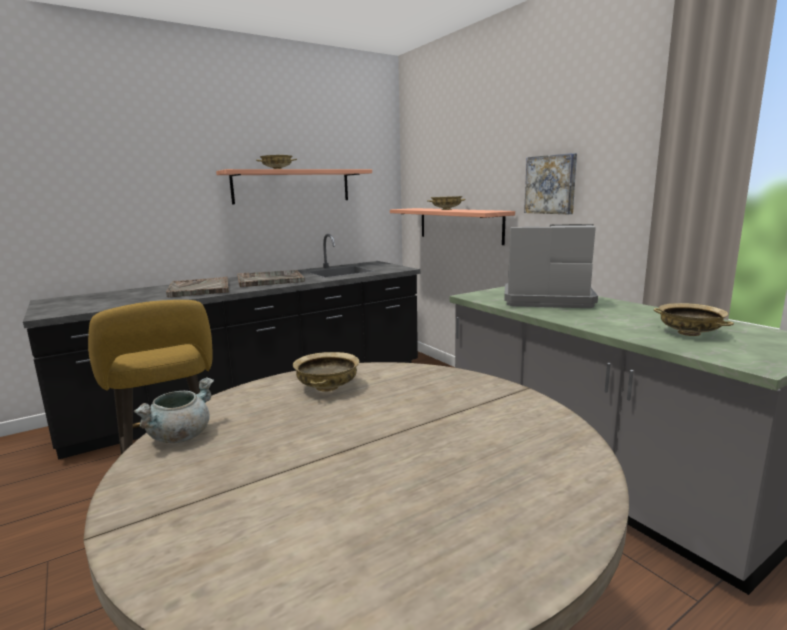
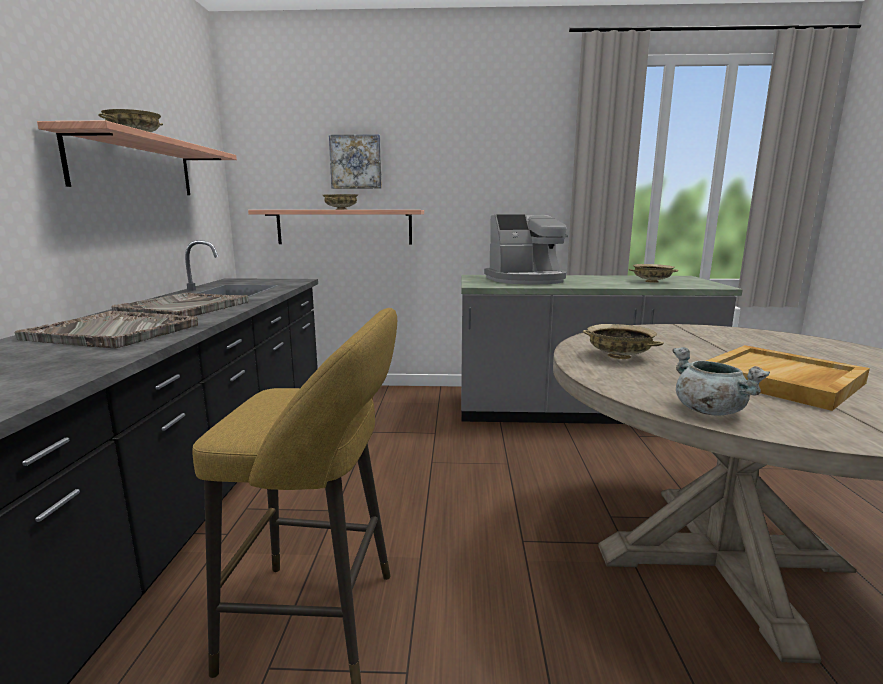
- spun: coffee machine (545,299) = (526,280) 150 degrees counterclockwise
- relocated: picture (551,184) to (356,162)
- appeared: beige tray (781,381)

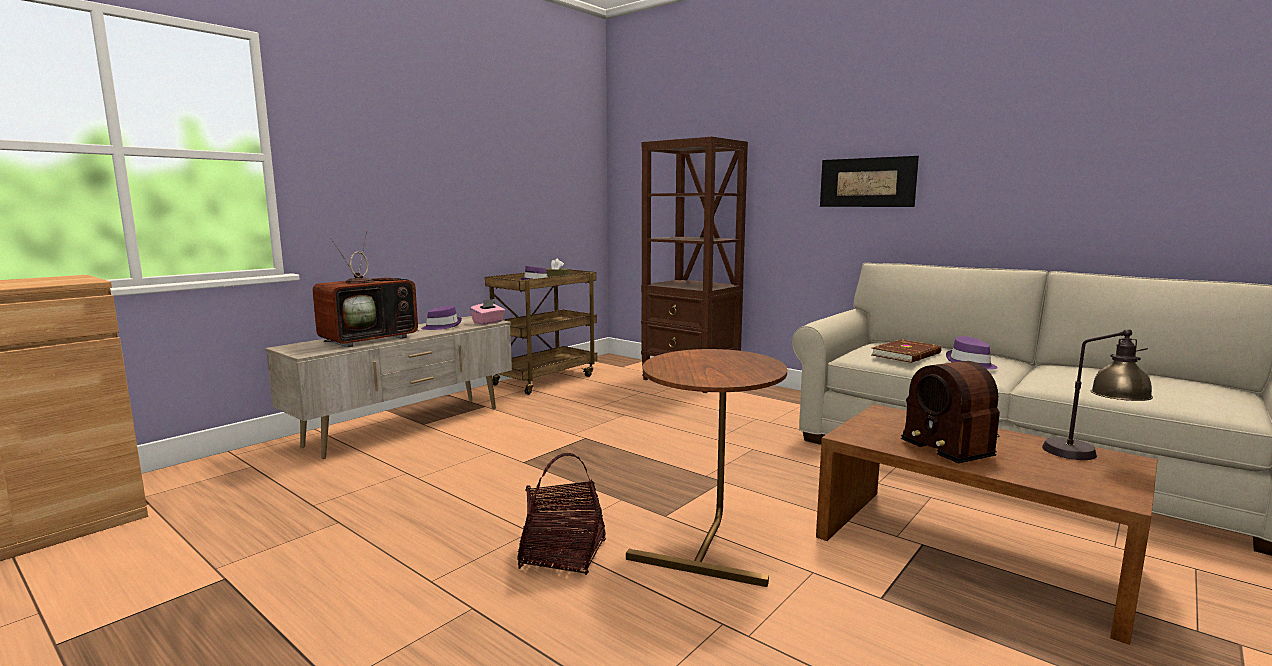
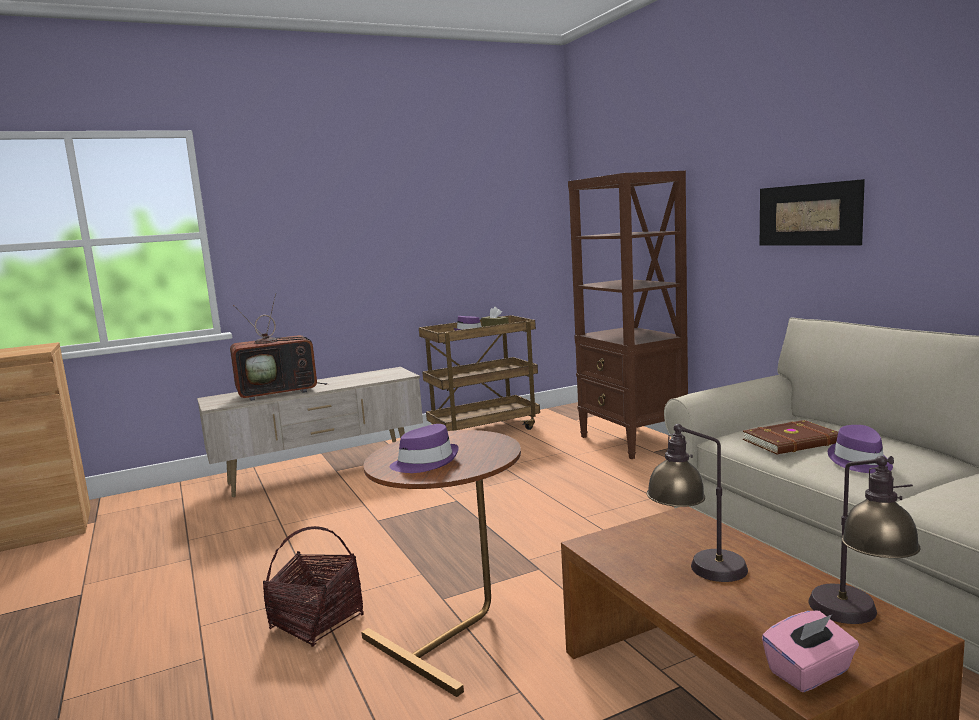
- relocated: purple hat (442,326) to (425,462)
- relocated: pink tissue box (488,322) to (809,672)
- exchanged: radio (949,442) to table lamp (697,570)

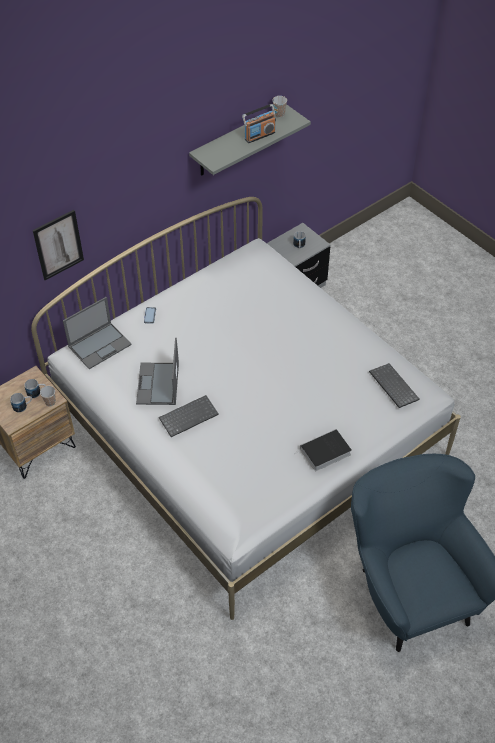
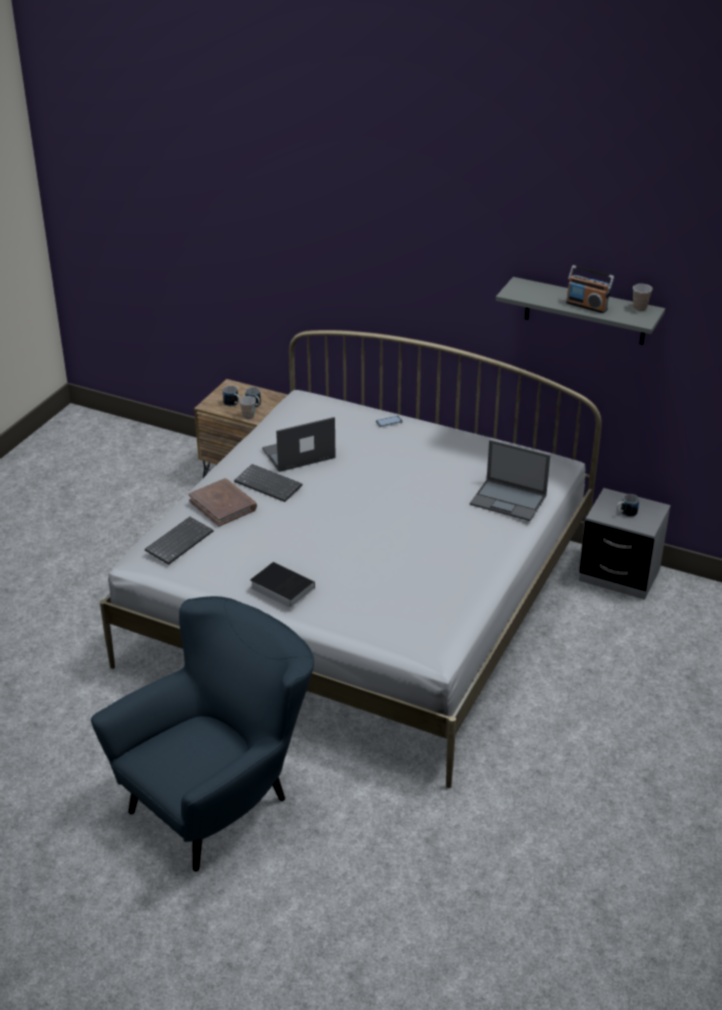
- missing: picture (58,245)
- relocated: laptop (100,345) to (509,500)
- relocated: keyboard (392,386) to (179,541)
- appeared: brown book (223,505)

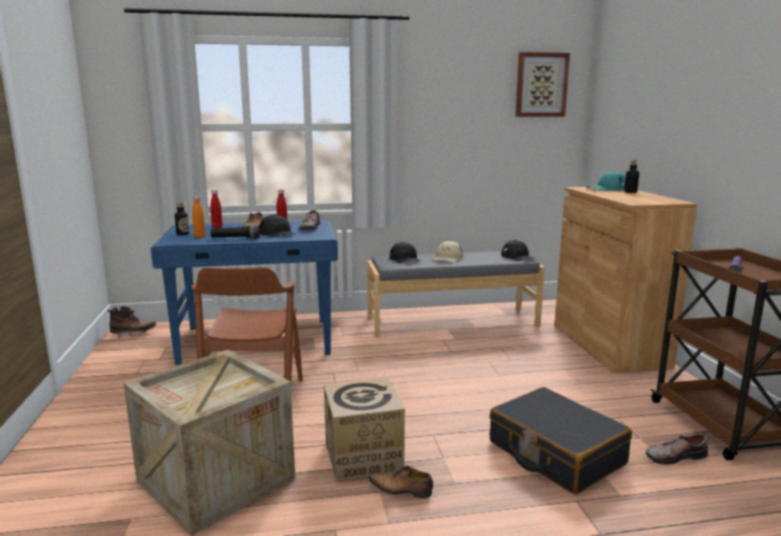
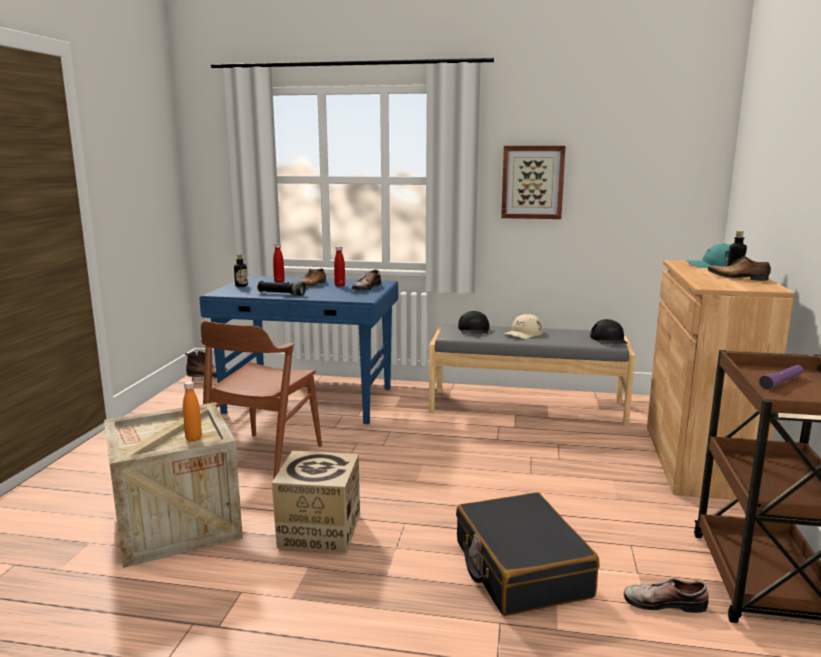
- relocated: orange bottle (199,237) to (193,438)
- missing: black cap (277,233)
- relocated: shoe (401,490) to (738,278)
- relocated: picture (541,85) to (532,182)

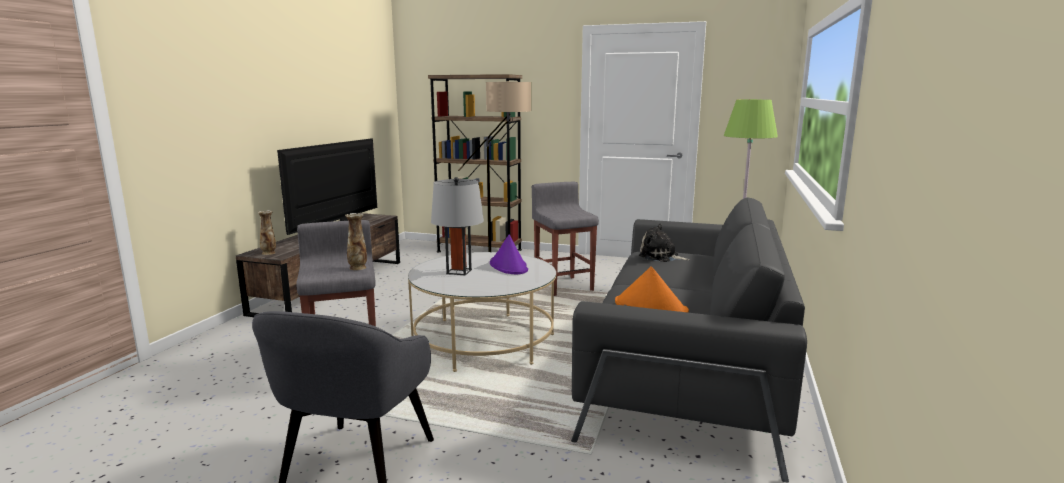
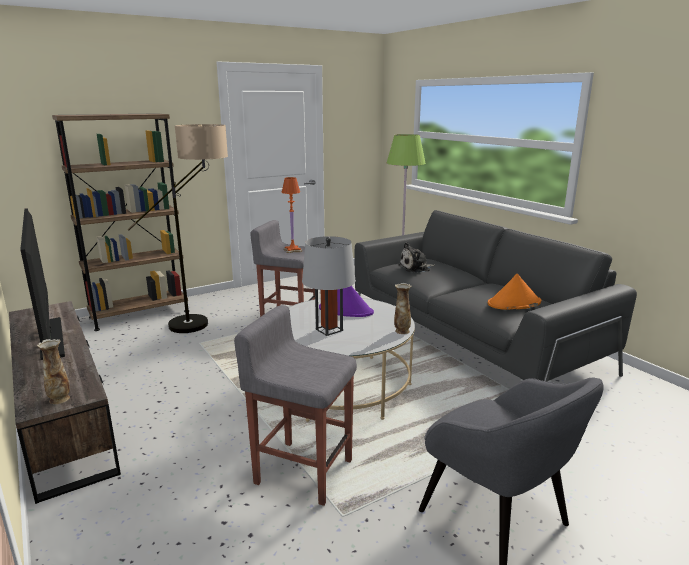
- relocated: vase (358,268) to (402,331)
- appeared: orange table lamp (292,250)

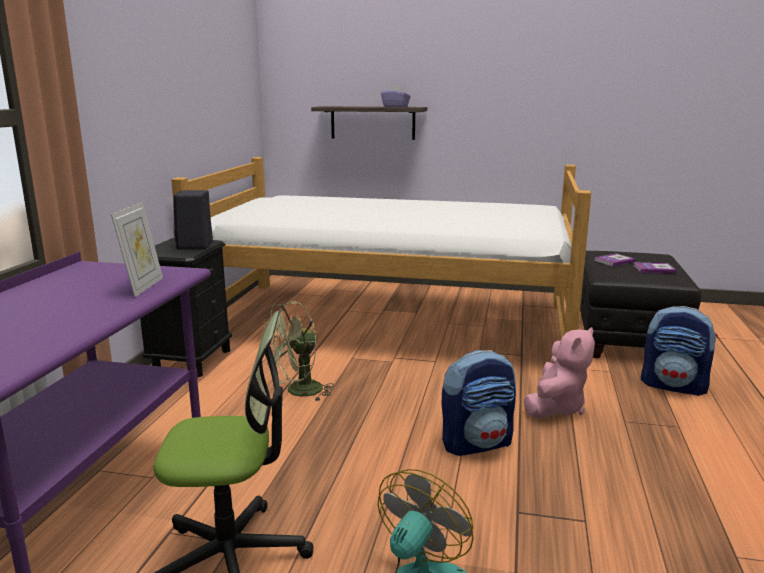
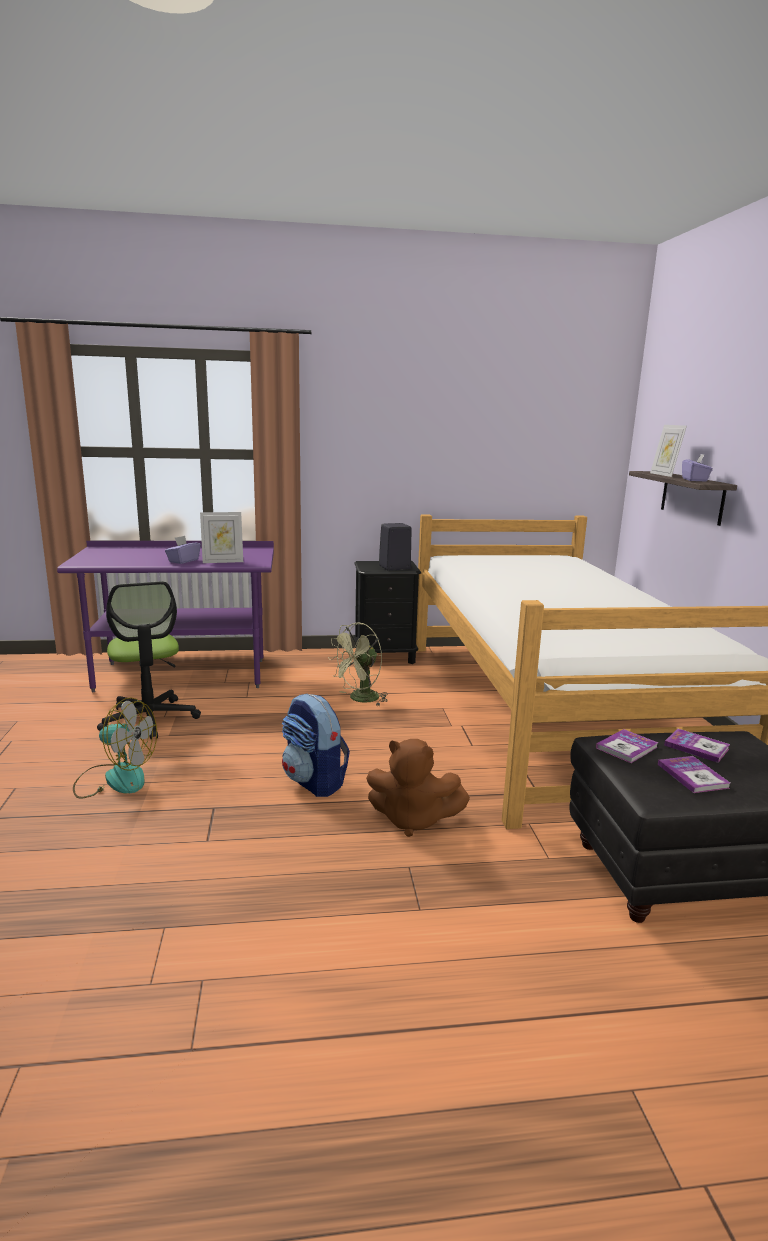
- spun: green fan (298,392) = (360,699) 75 degrees counterclockwise
- colour: pink plush toy (556,408) to brown plush toy (412,820)
- missing: backpack (674,386)
- appeared: purple tissue box (183,561)
- appeared: book (626,747)
- appeared: picture frame (664,475)

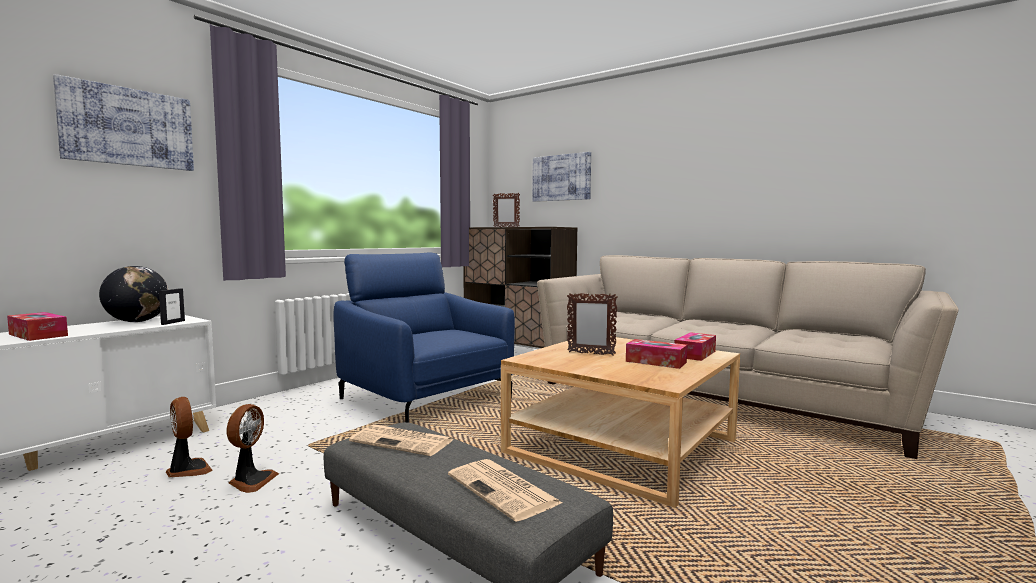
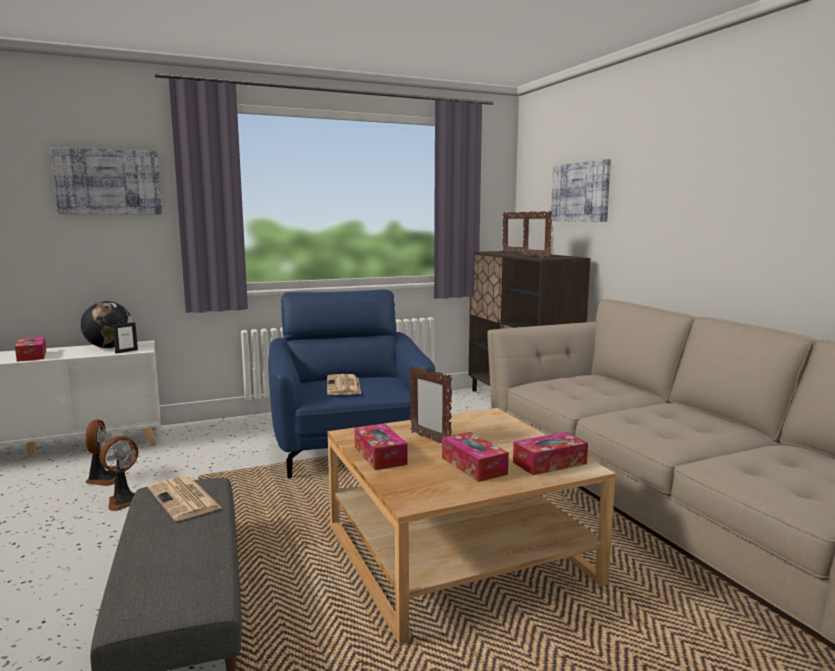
- relocated: newspaper (504,490) to (344,386)
- appeared: tissue box (380,455)
- appeared: picture frame (536,256)

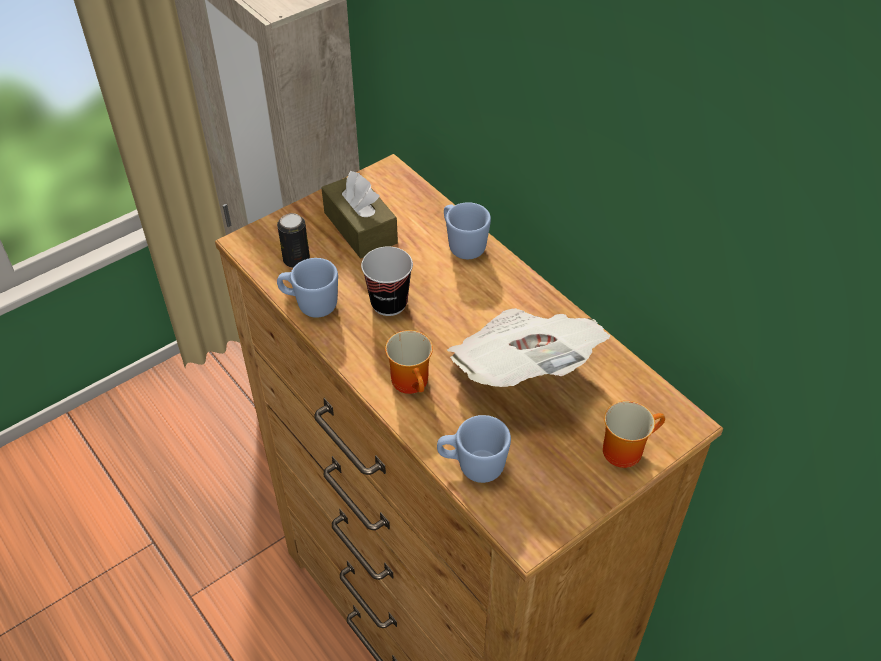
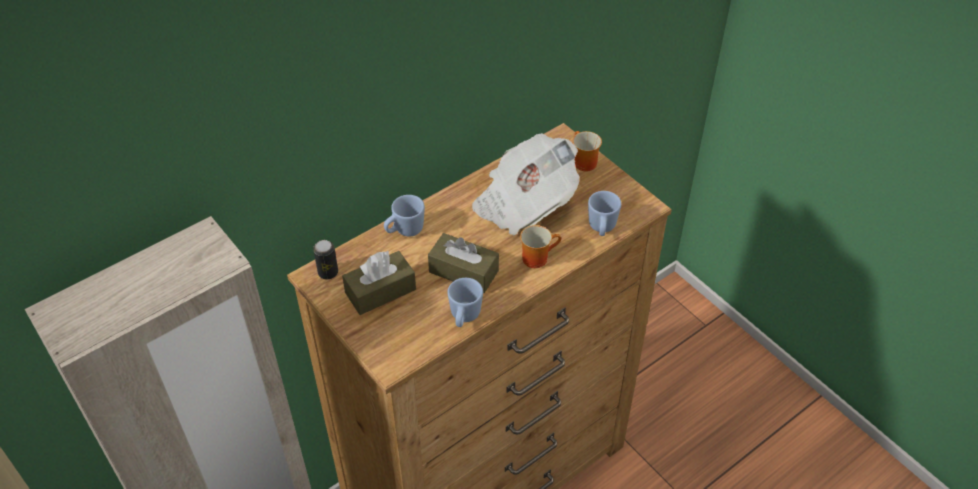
- relocated: can (296,260) to (328,272)
- exchanged: cup (389,303) to brown tissue box (463,271)

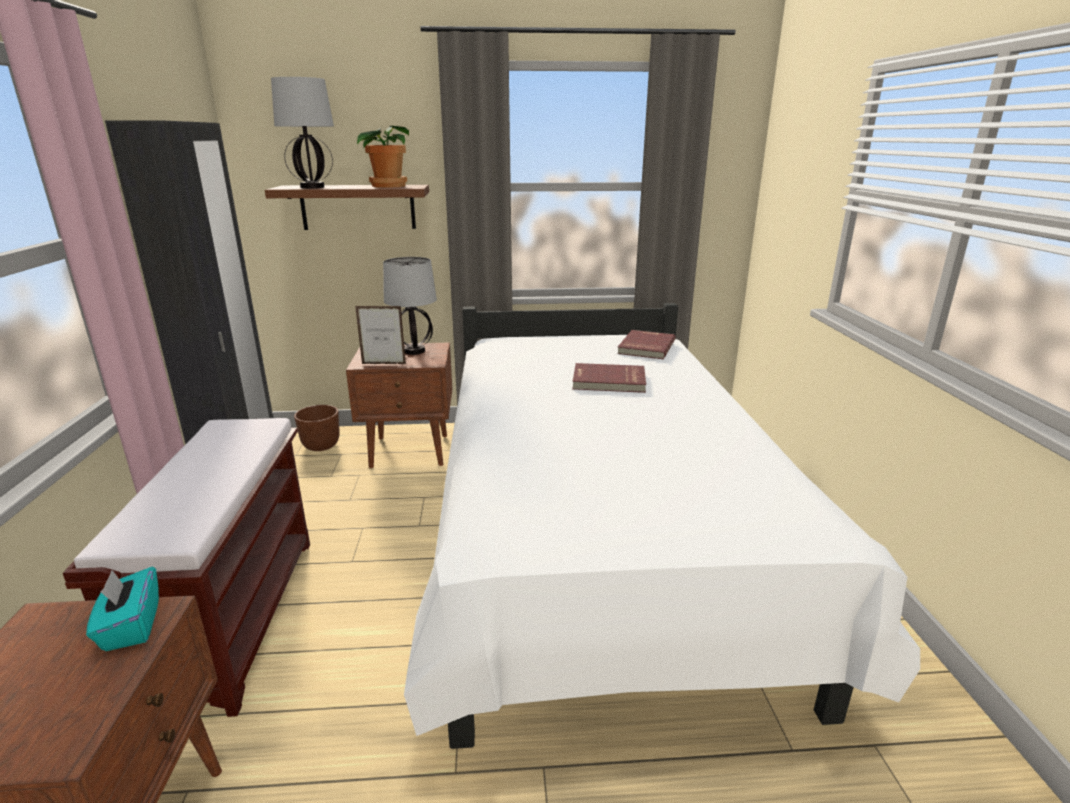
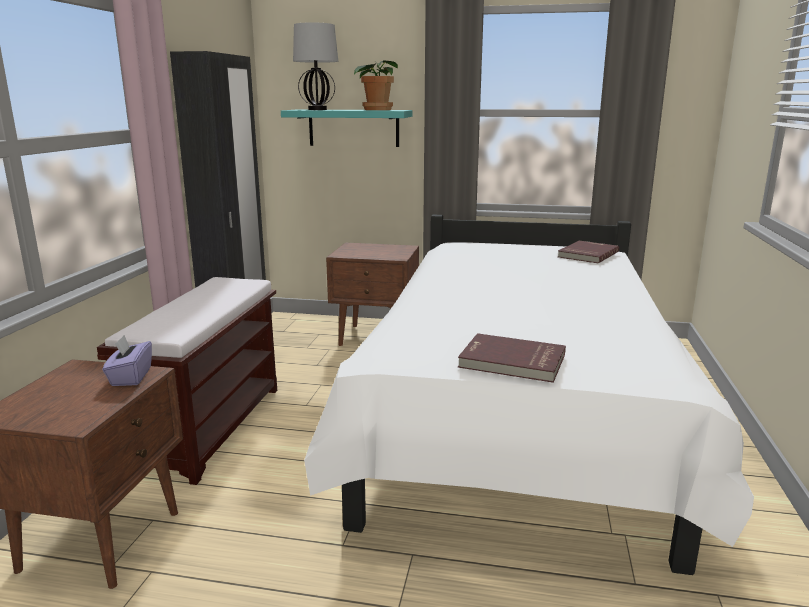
- colour: turquoise tissue box (131,626) to purple tissue box (130,377)
- colour: brown shelf (358,207) to turquoise shelf (353,128)
- missing: brown planter (321,446)
- missing: picture frame (384,364)
- missing: table lamp (414,351)
- relocated: red book (609,381) to (512,362)

